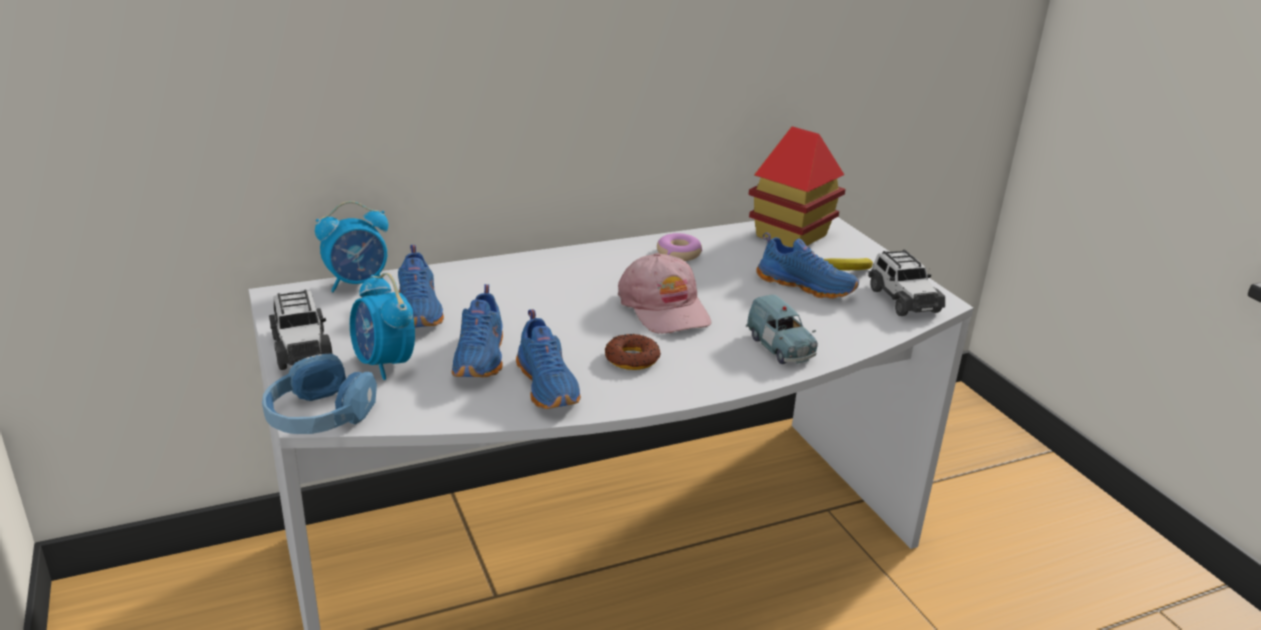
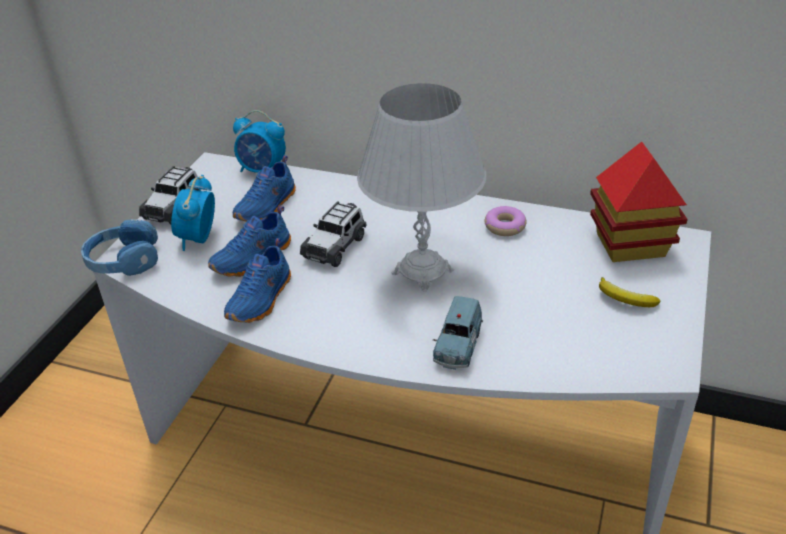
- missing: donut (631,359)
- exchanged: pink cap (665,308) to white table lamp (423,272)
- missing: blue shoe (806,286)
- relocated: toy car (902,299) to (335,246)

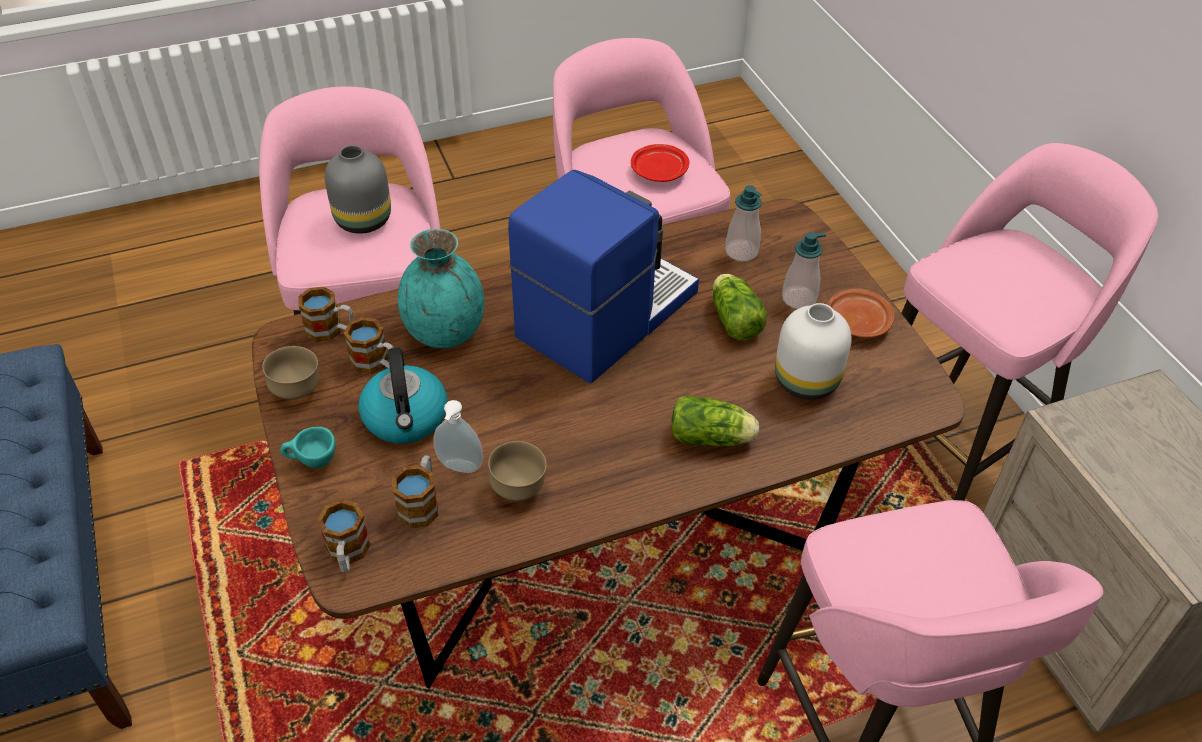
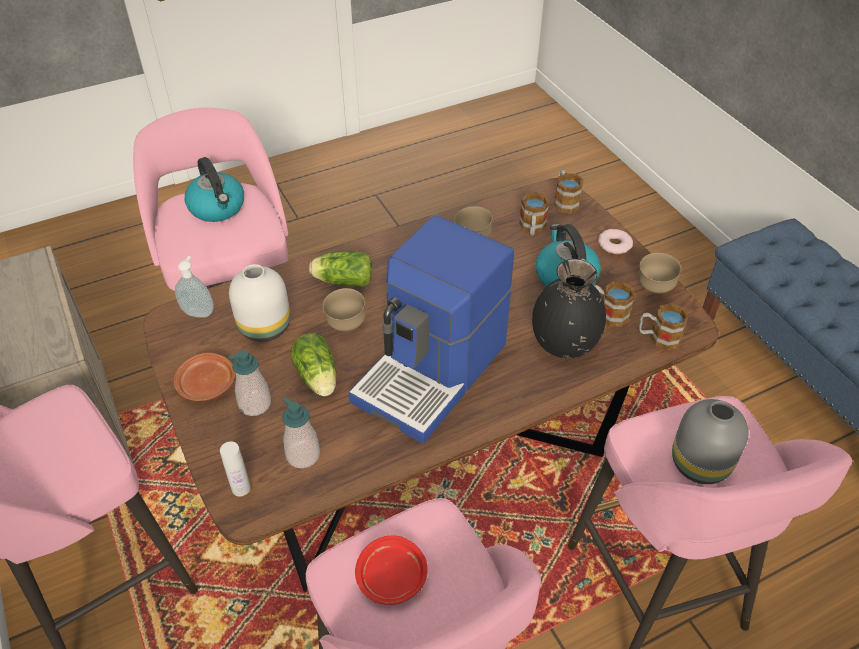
- exchanged: turquoise cup (312,463) to donut (614,244)
- colour: turquoise vase (445,332) to black vase (563,344)
- relocated: soap dispenser (459,468) to (199,312)
- appeared: kettle (218,208)
- appeared: white bottle (241,488)
- appeared: brown bowl (346,325)

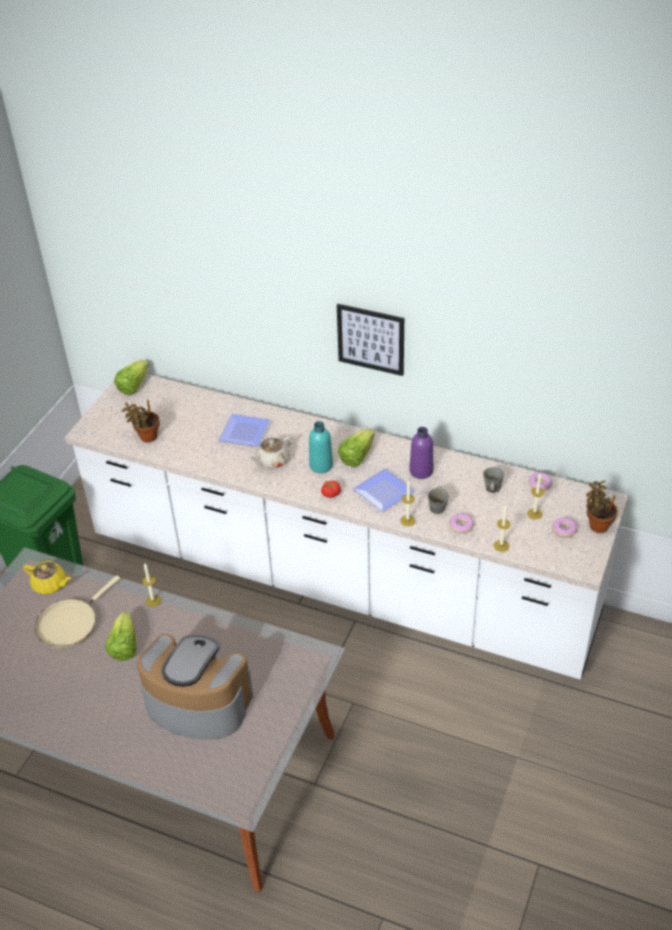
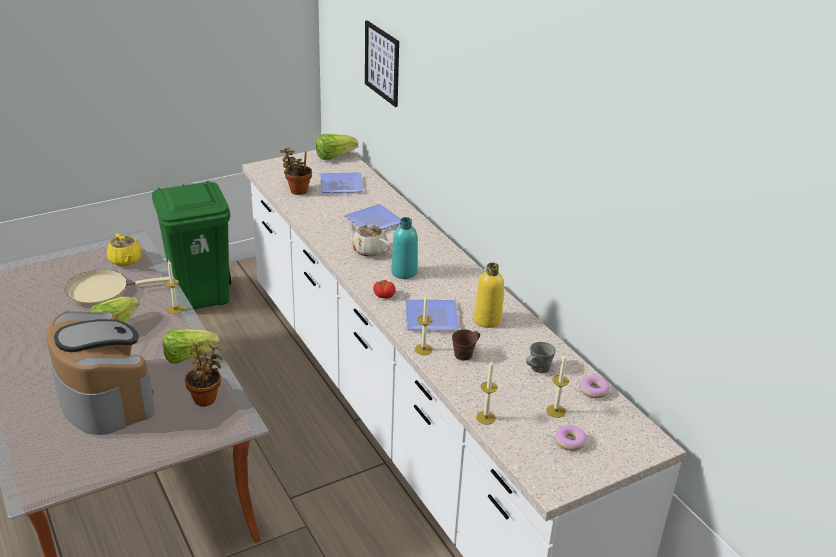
- spun: beige teapot (272,461) = (369,250) 45 degrees clockwise
- relocated: picture (371,339) to (382,63)
- relocated: lettuce (356,456) to (189,356)
- colour: purple bottle (421,471) to yellow bottle (487,320)
- colour: grey mug (437,508) to brown mug (464,354)
- missing: donut (461,526)
- relocated: potted plant (597,524) to (206,397)
- appeared: plate (342,186)

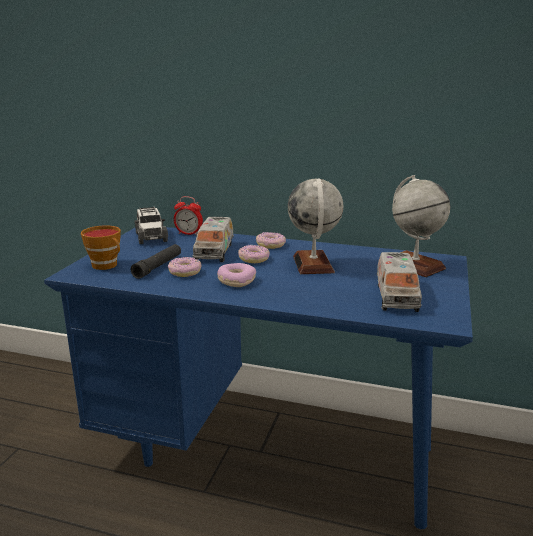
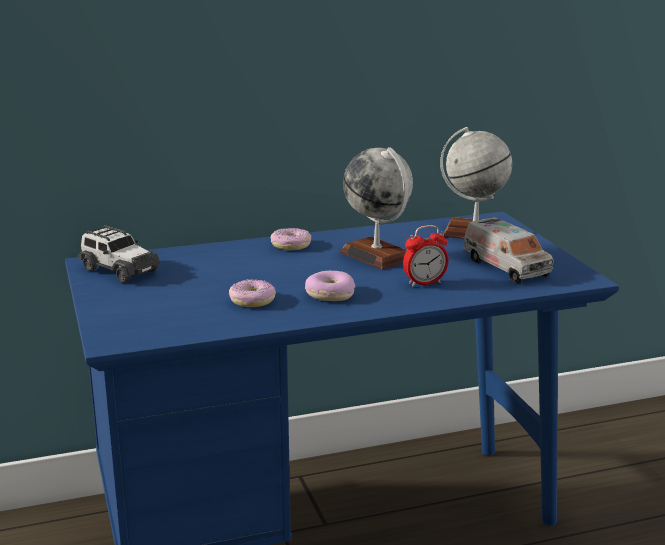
- missing: cup (107,265)
- missing: black flashlight (158,266)
- relocated: alarm clock (189,234) to (424,283)
- missing: toy truck (214,251)
- missing: donut (254,259)

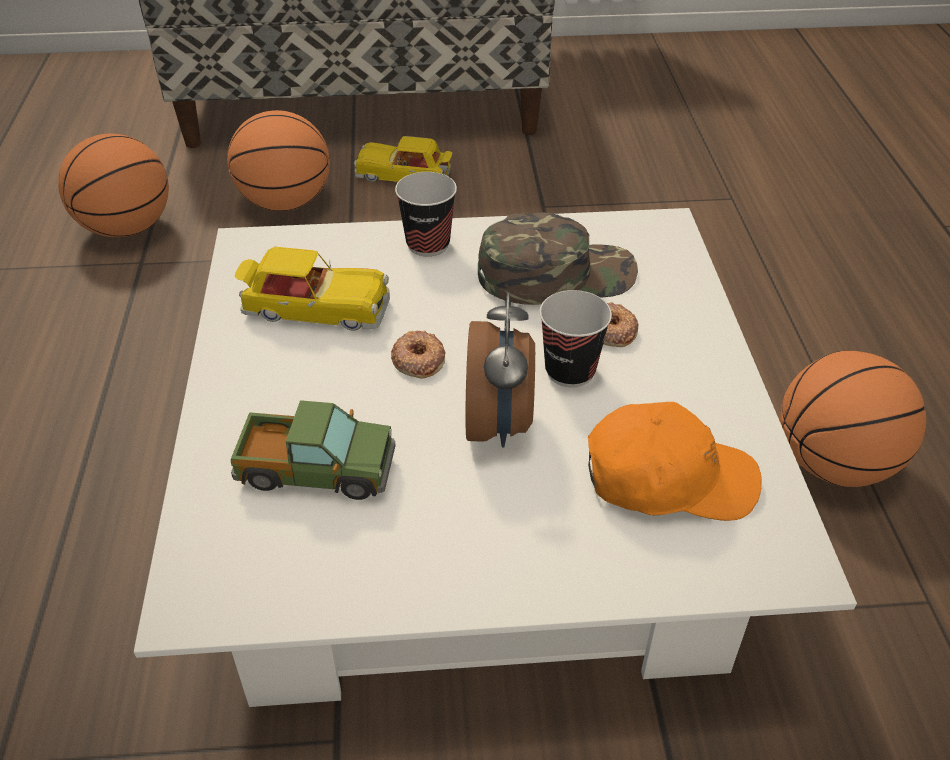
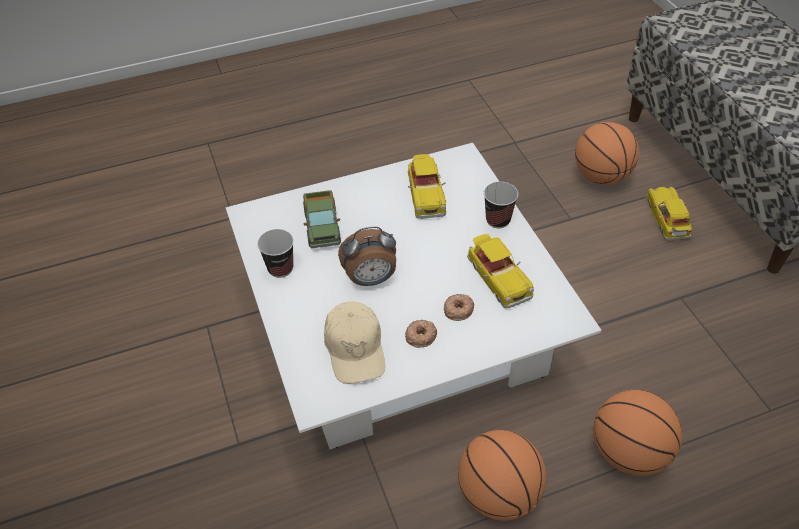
- relocated: basketball (127,229) to (628,453)
- relocated: donut (418,360) to (420,335)
- exchanged: green cap (556,273) to toy car (498,277)
- relocated: cup (570,371) to (280,268)
- colour: orange cap (667,479) to beige cap (355,348)

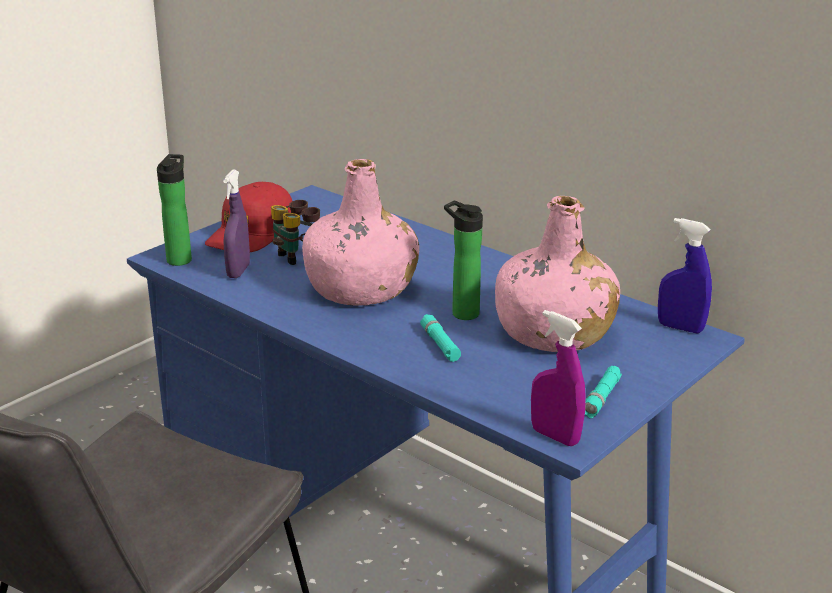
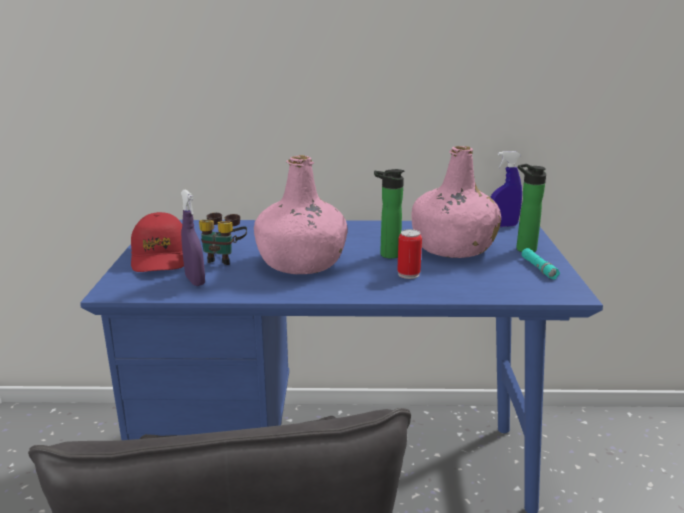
- relocated: bottle (180,259) to (523,248)
- exchanged: turquoise flashlight (440,344) to can (408,274)
- missing: purple spray bottle (555,436)

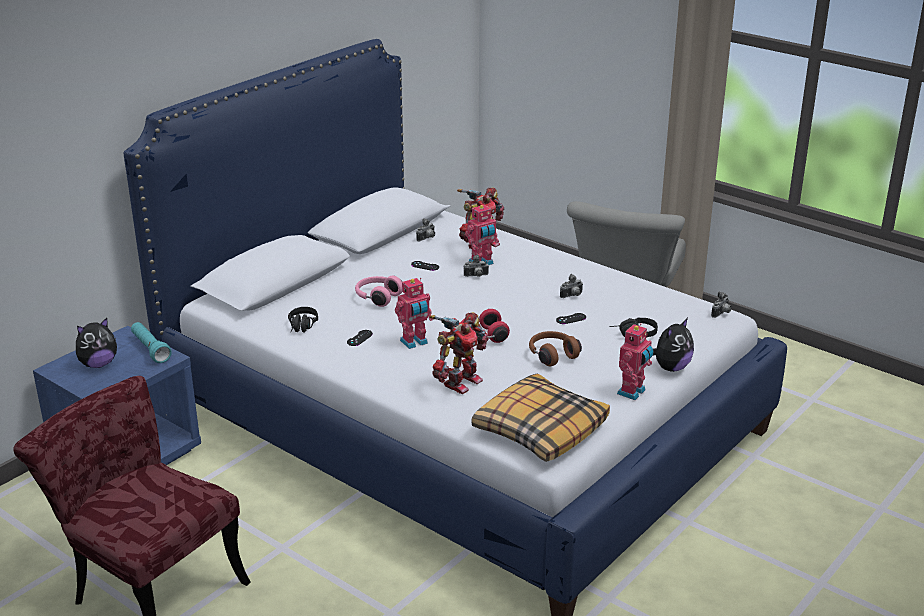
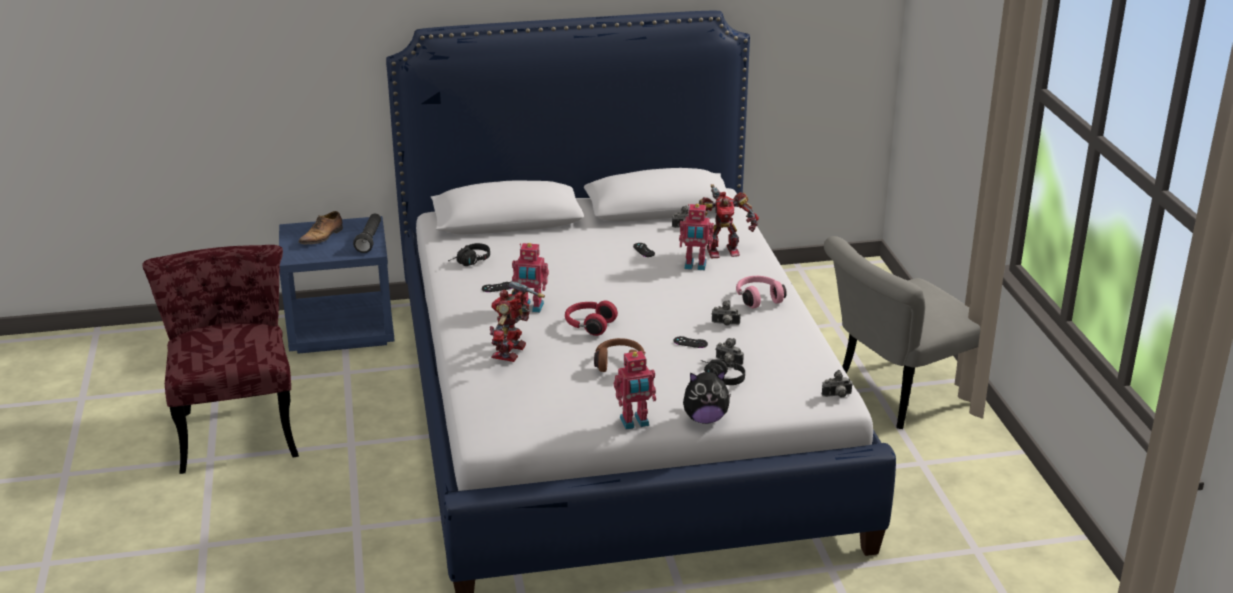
- exchanged: plush toy (98,364) to shoe (322,237)
- colour: turquoise flashlight (150,349) to black flashlight (369,240)
- relocated: pink headphones (377,297) to (758,298)
- spun: toy robot (460,382) = (512,352) 120 degrees clockwise
- relocated: photo camera (476,276) to (728,362)
- missing: pillow (539,429)

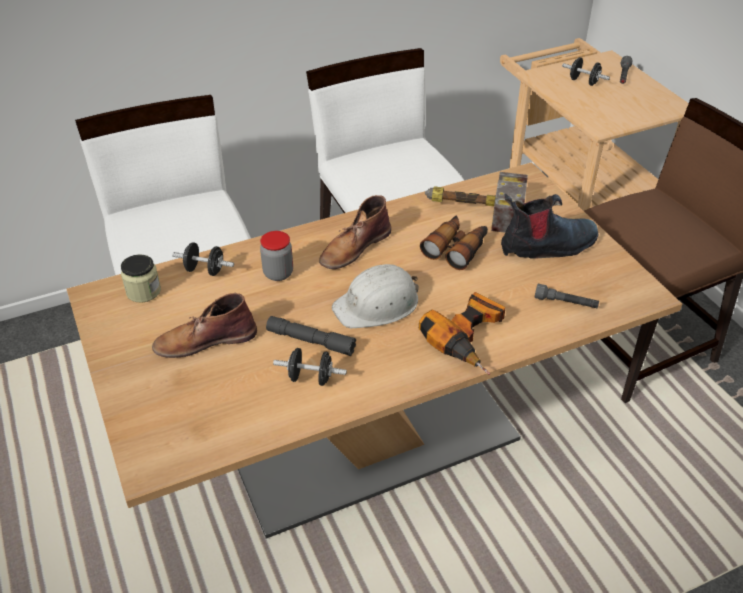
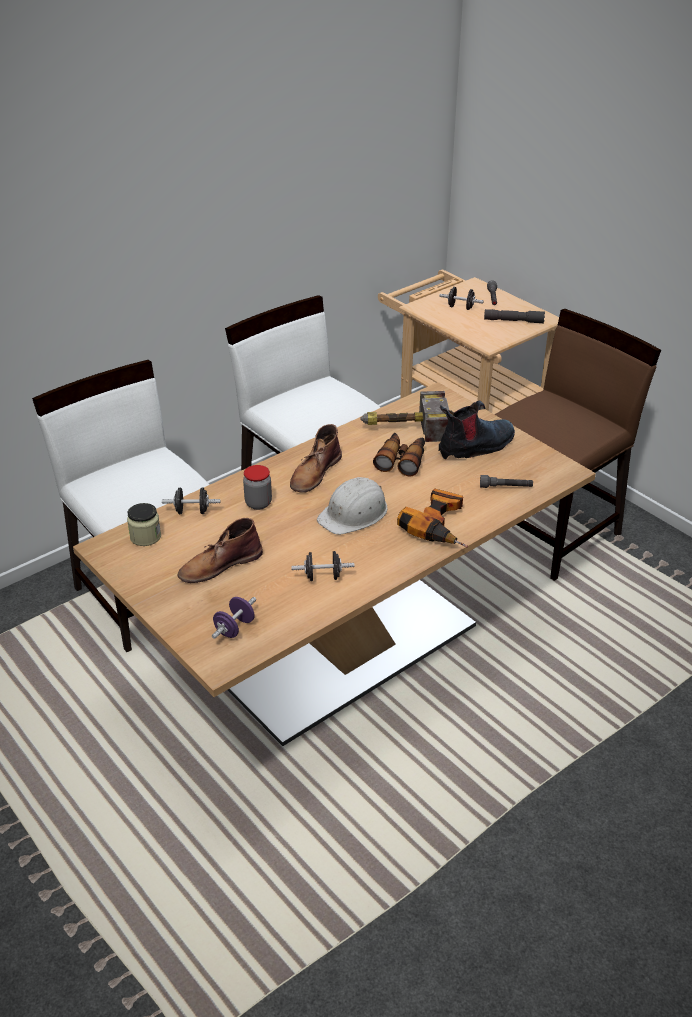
- relocated: grey flashlight (310,341) to (513,321)
- appeared: purple dumbbell (234,628)

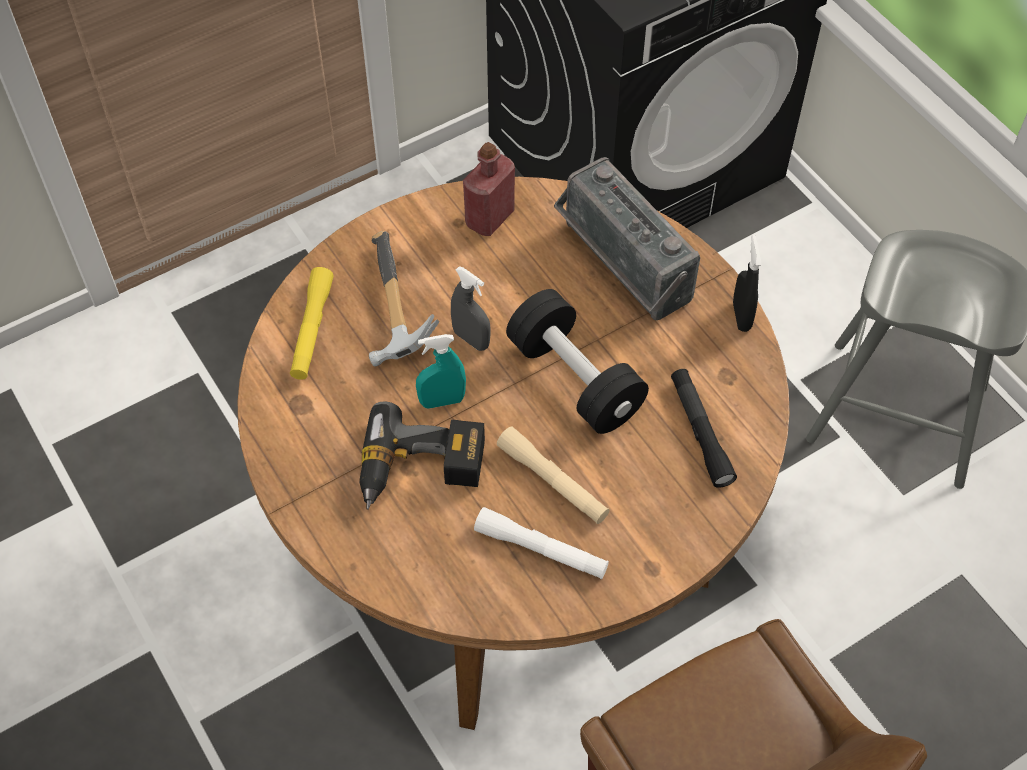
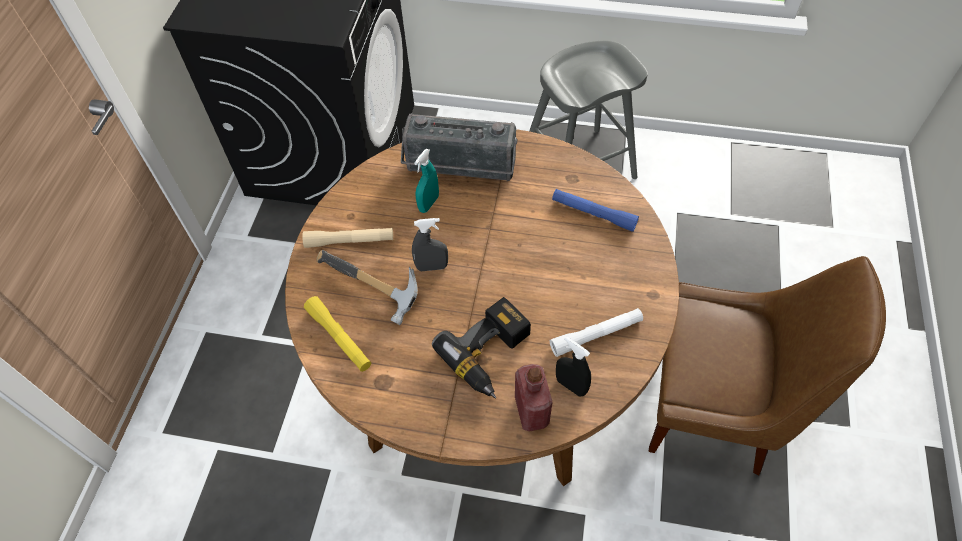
- relocated: turquoise spray bottle (442,401) to (428,203)
- relocated: red bottle (489,218) to (531,411)
- relocated: beige flashlight (553,482) to (349,241)
- missing: black dumbbell (575,379)
- colour: black flashlight (700,432) to blue flashlight (593,214)
- relocated: black spray bottle (741,316) to (571,385)

